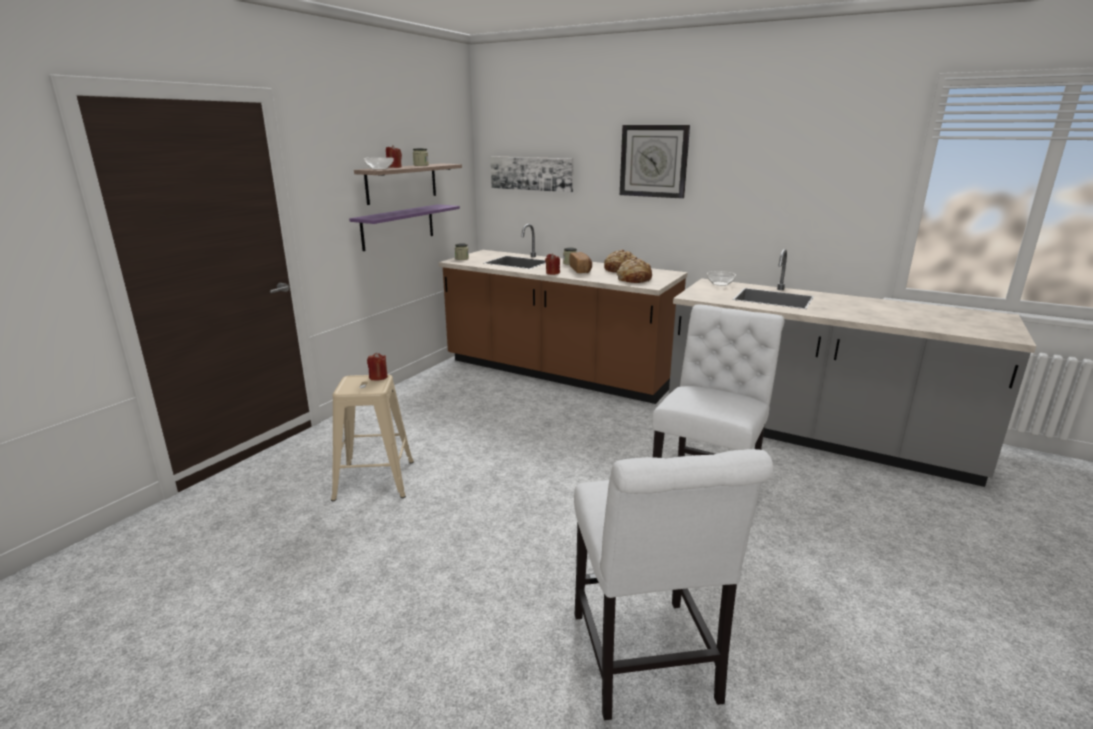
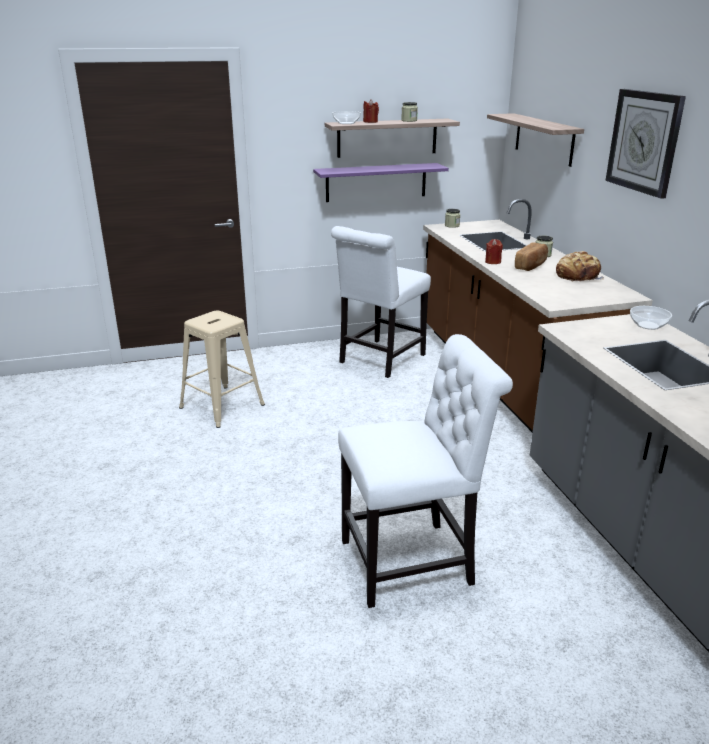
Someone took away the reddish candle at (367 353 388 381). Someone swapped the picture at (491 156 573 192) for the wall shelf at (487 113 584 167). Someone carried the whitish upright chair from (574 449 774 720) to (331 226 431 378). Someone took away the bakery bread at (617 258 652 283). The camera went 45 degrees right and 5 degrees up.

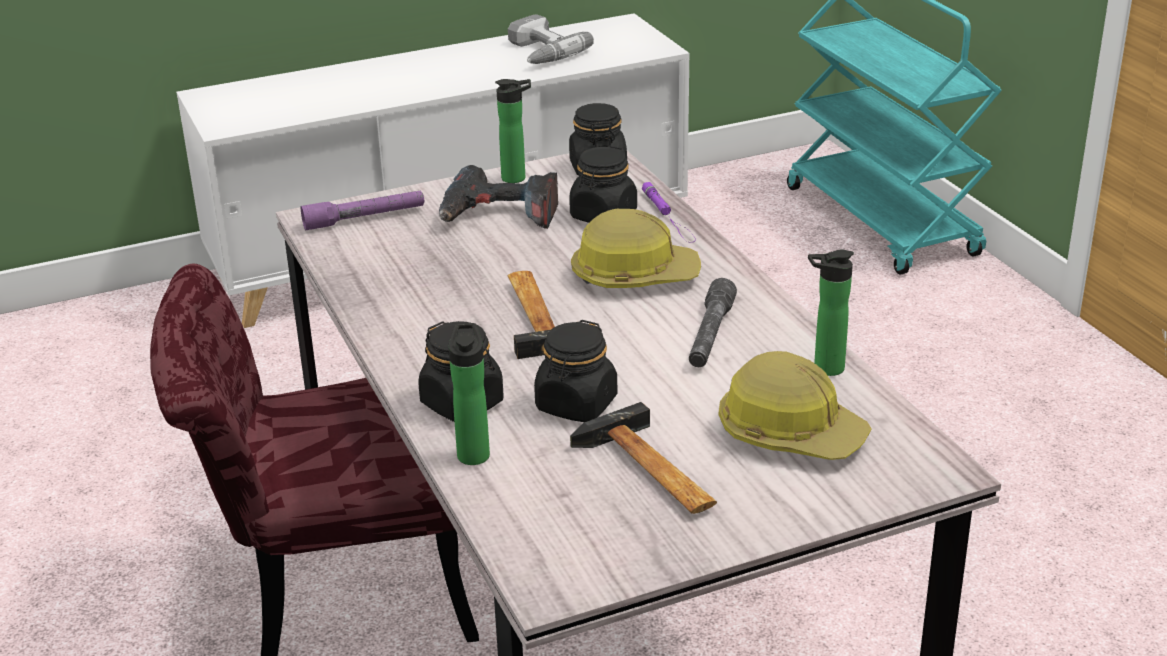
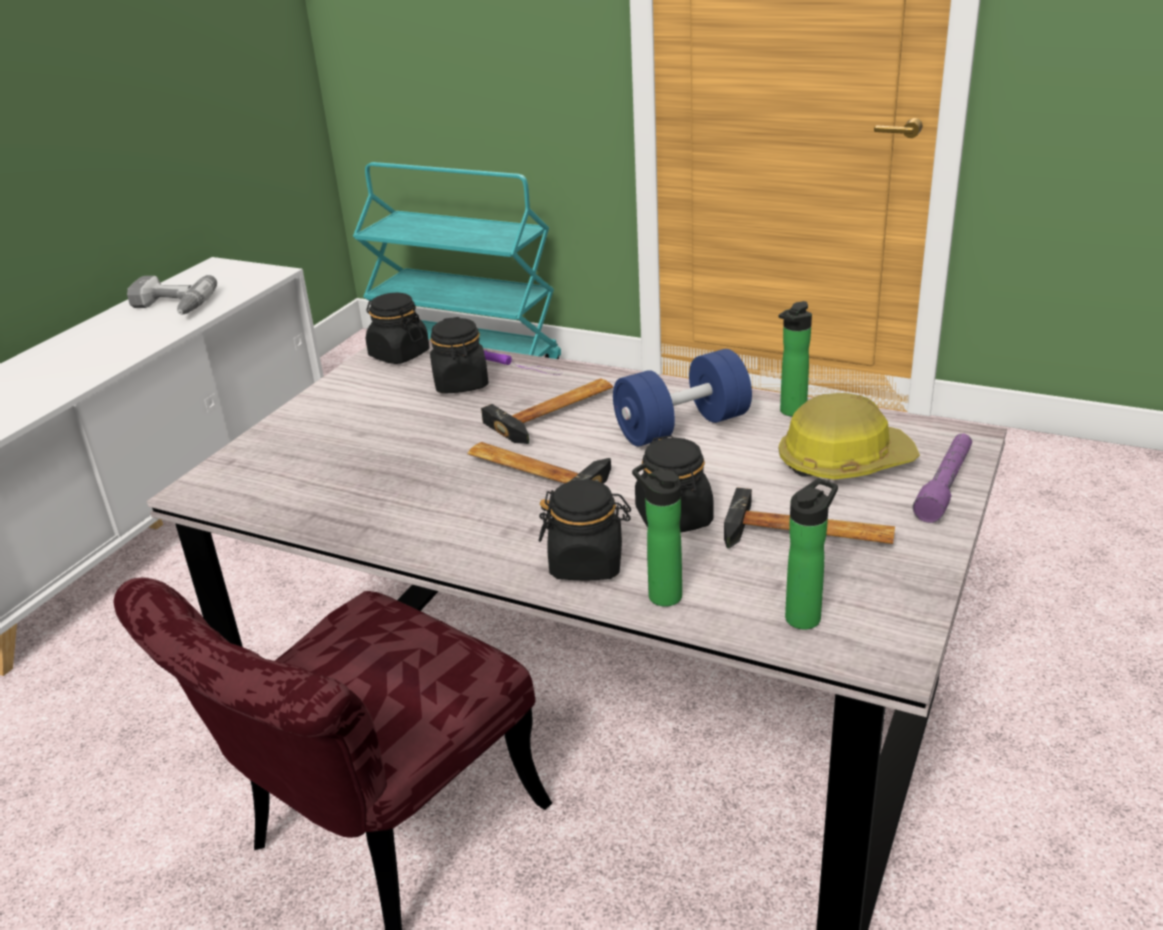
Someone carried the purplish flashlight from (301 191 425 230) to (913 433 972 523). Someone took away the power drill at (439 165 558 229). Someone carried the drink bottle from (495 79 531 183) to (785 478 838 629). Someone swapped the hard hat at (571 209 701 288) for the hand hammer at (481 379 613 444). Someone swapped the gray flashlight at (689 278 737 367) for the blue free weight at (613 349 752 447). The camera went 40 degrees left and 0 degrees up.

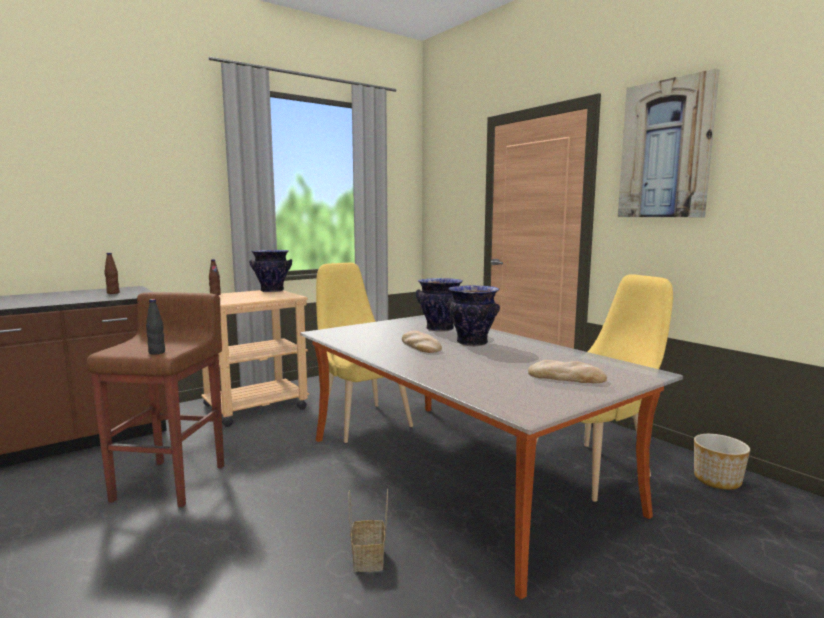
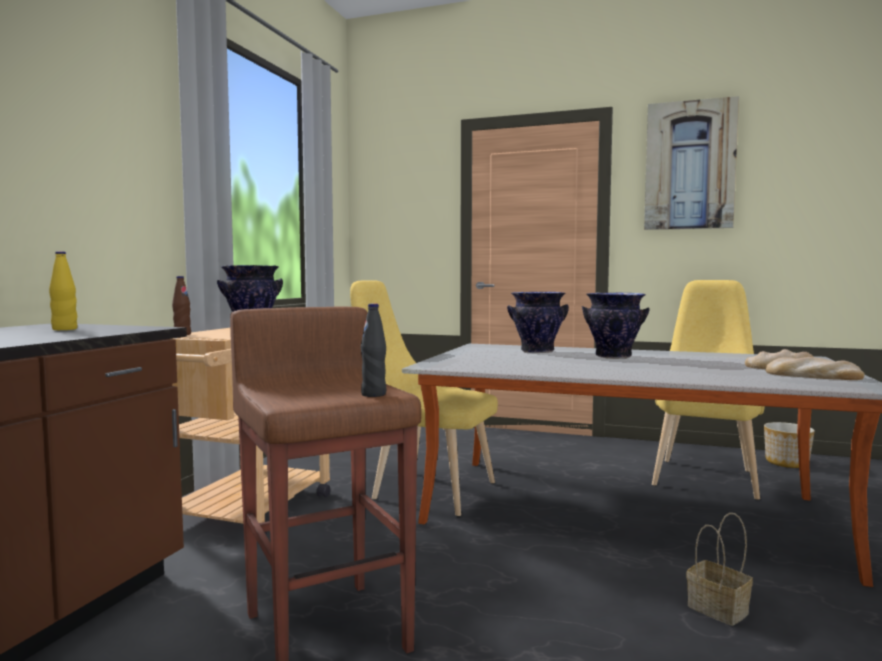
Someone repainted the brown-coloured drink bottle at (104 253 120 294), which became the yellow drink bottle at (49 251 77 330). Someone carried the bakery bread from (402 330 442 353) to (766 357 865 380). The camera went 35 degrees left and 5 degrees down.

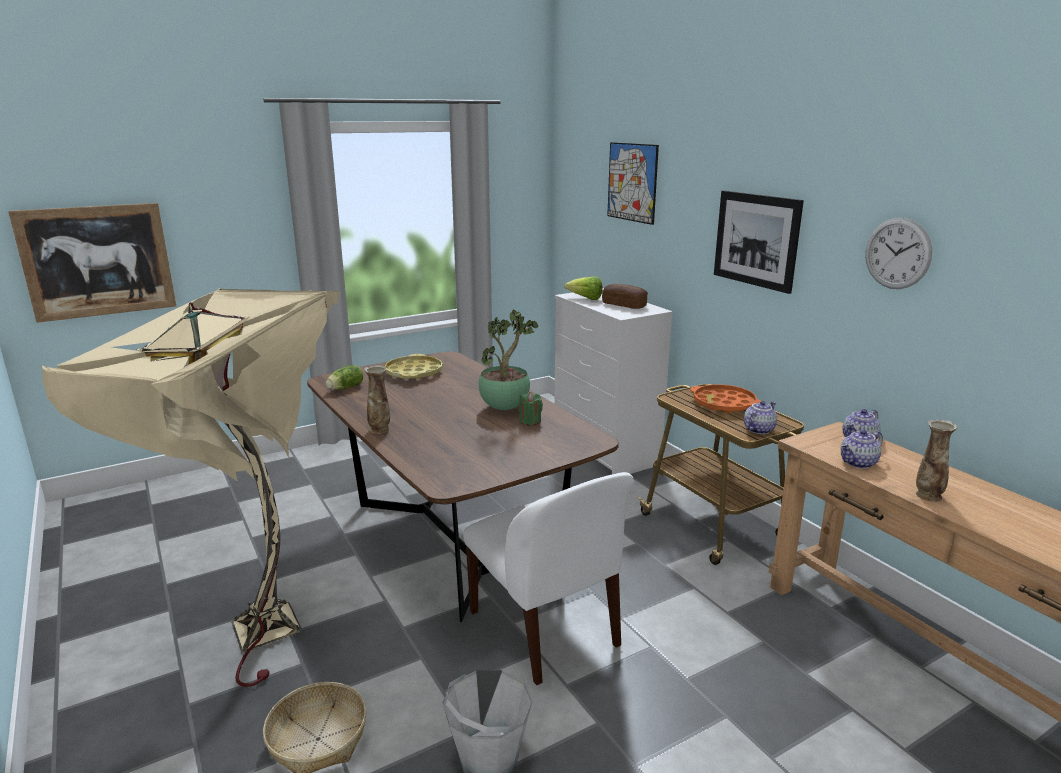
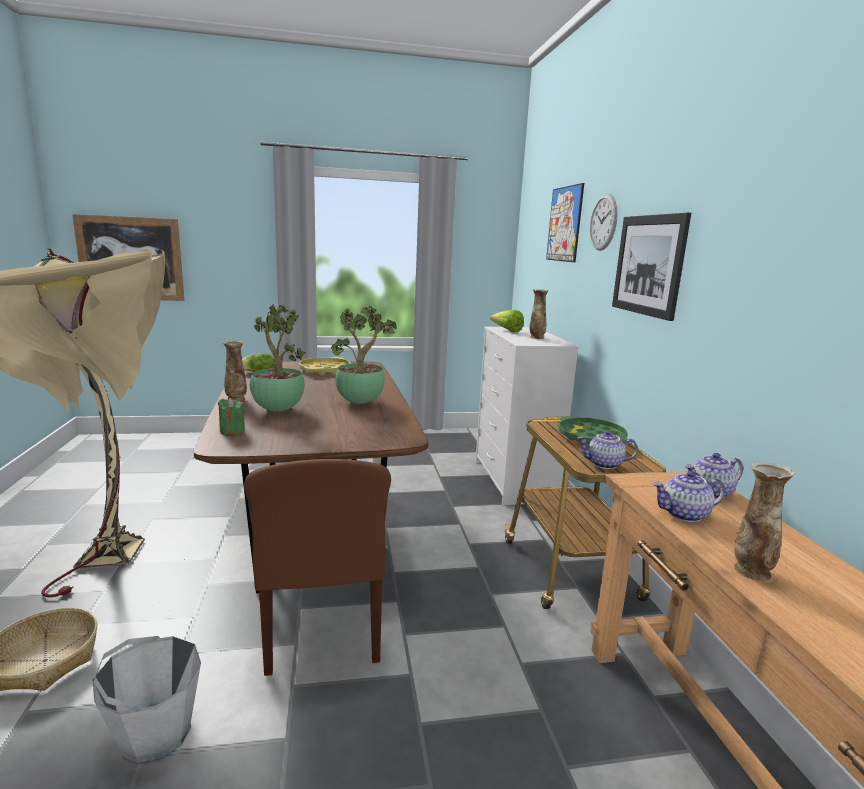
Someone repainted the whitish upright chair at (463 472 634 685), which became the brown-coloured upright chair at (244 459 391 676). Someone carried the green-coloured candle from (519 392 543 425) to (218 398 245 435). Someone swapped the bakery bread at (602 284 648 309) for the flower vase at (529 289 549 339). Someone repainted the orangey carrying tray at (690 384 760 413), which became the green-coloured carrying tray at (558 416 628 445). Someone rotated the pot for tea at (744 401 777 434) by 150 degrees counterclockwise. Someone carried the hanging clock from (865 218 932 289) to (590 194 618 251). Someone put down the plant in a pot at (250 304 306 412). The camera went 20 degrees right and 5 degrees down.

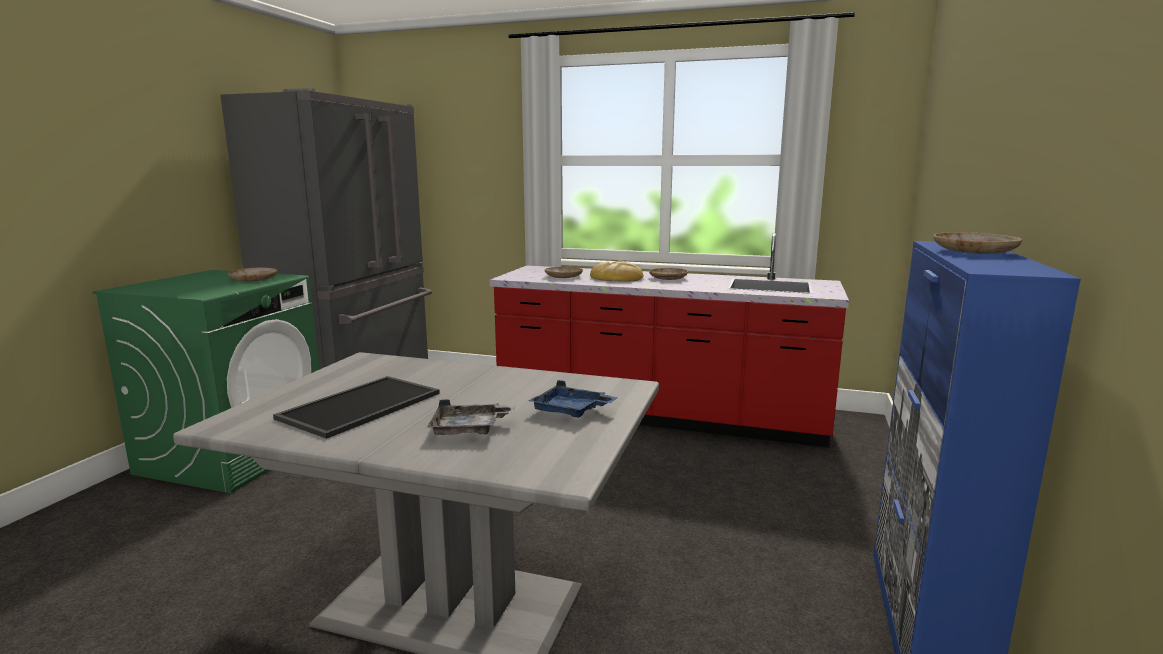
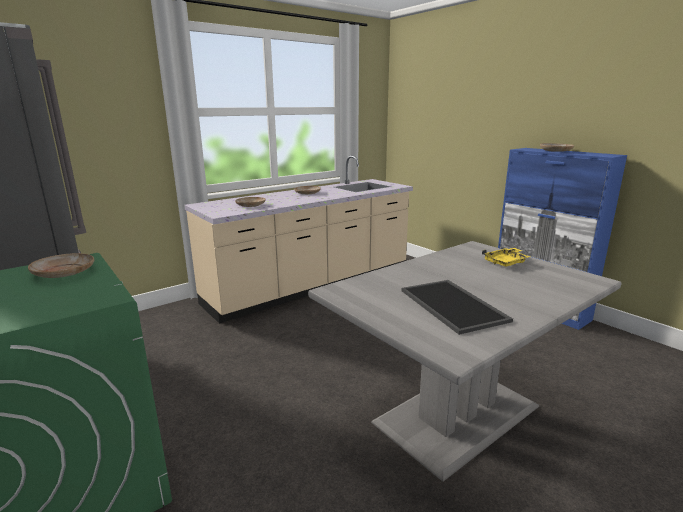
Someone took away the gray carrying tray at (427 399 516 435). Someone repainted the reddish kitchen counter at (490 233 849 448), which became the beige-coloured kitchen counter at (184 155 413 324). Someone repainted the blue carrying tray at (528 380 618 418), which became the yellow carrying tray at (482 248 530 266). Someone took away the bakery bread at (590 261 644 282). The camera went 55 degrees left and 5 degrees up.

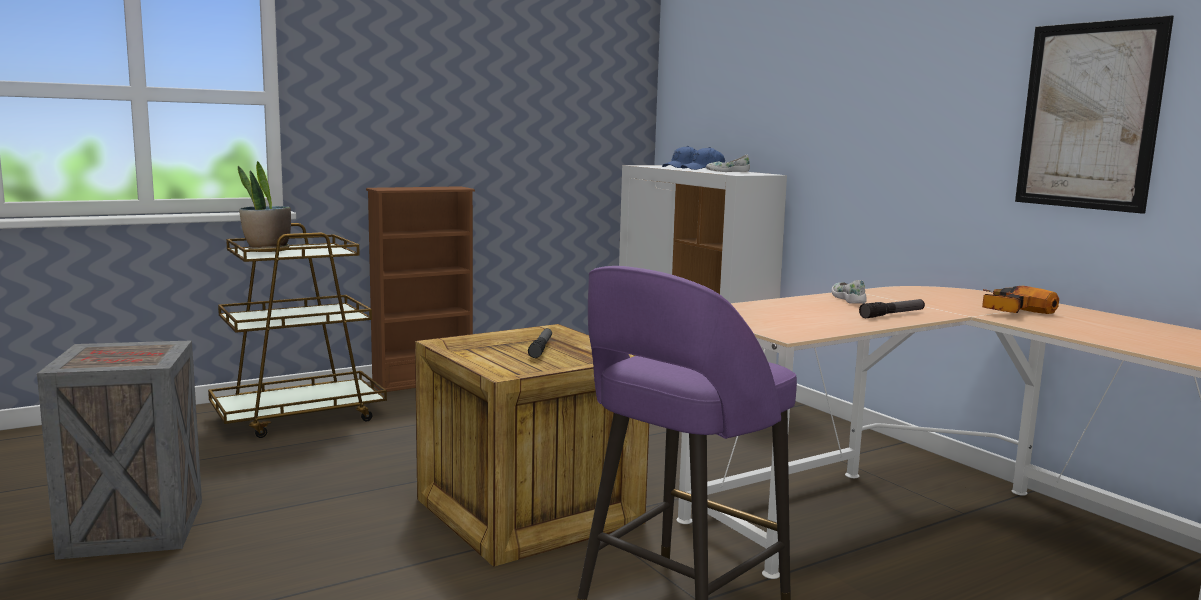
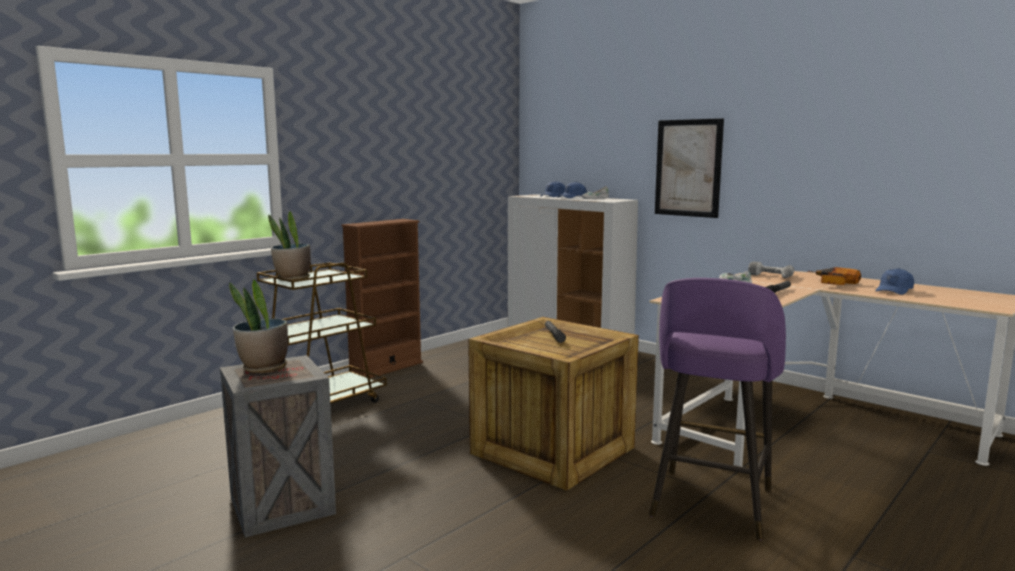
Someone carried the picture from (1015 15 1174 214) to (655 118 724 218). Someone put down the plant in a pot at (229 280 288 373). Someone put down the power drill at (748 262 794 278). Someone put down the blue baseball cap at (875 268 914 295). The camera went 15 degrees left and 0 degrees up.

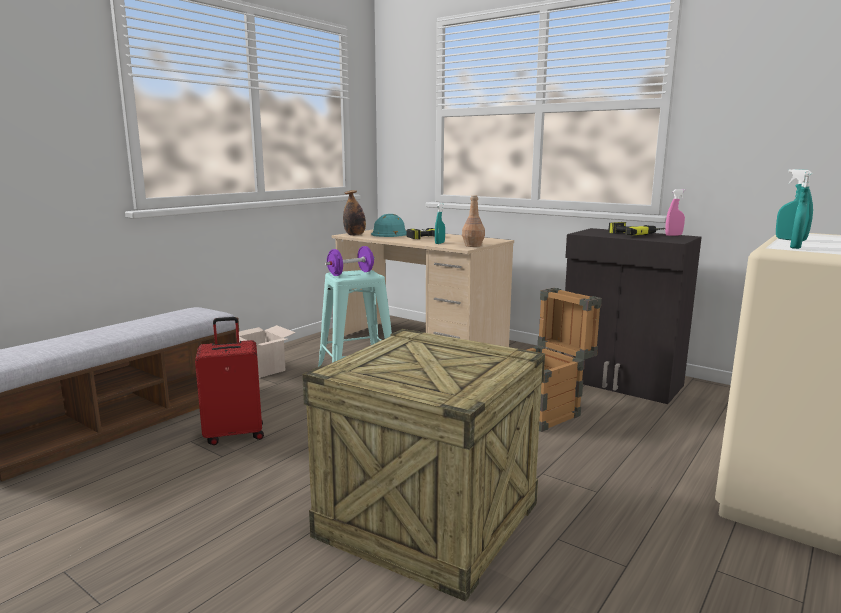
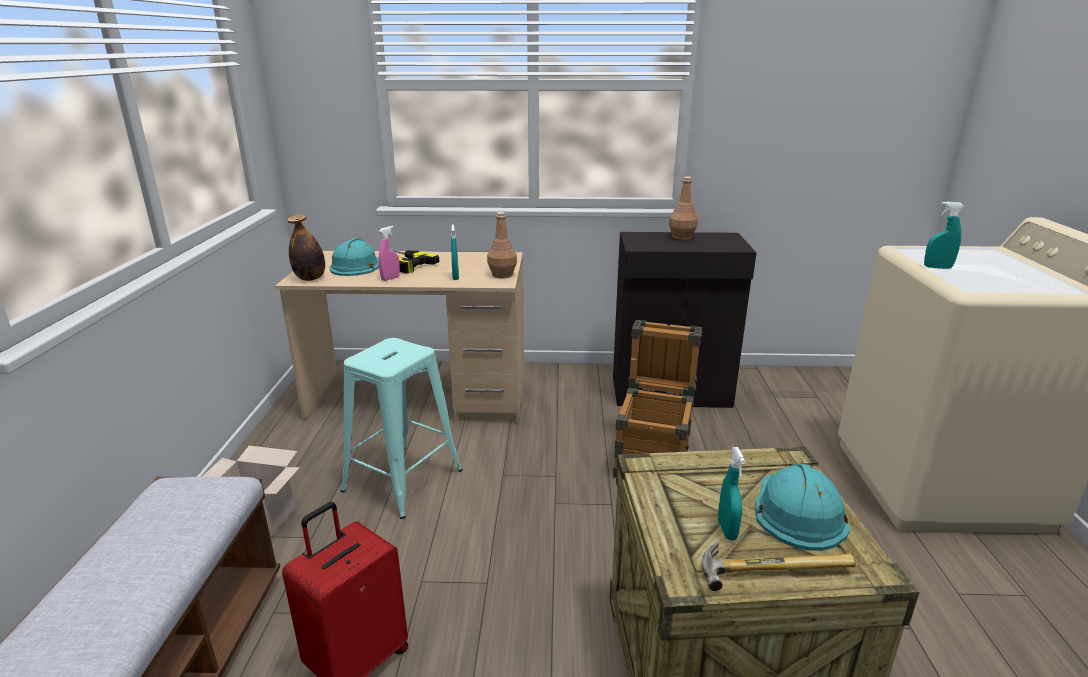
Someone took away the purplish free weight at (325 246 375 276). Someone swapped the power drill at (608 222 665 236) for the brown-coloured drink bottle at (669 176 698 240). Someone carried the pinkish hand sprayer from (665 189 686 236) to (378 226 400 281). Someone carried the turquoise hand sprayer from (790 171 810 249) to (718 447 745 541). Someone put down the hand hammer at (702 541 856 591). Someone put down the turquoise hard hat at (755 464 850 551). The camera went 35 degrees left and 10 degrees up.

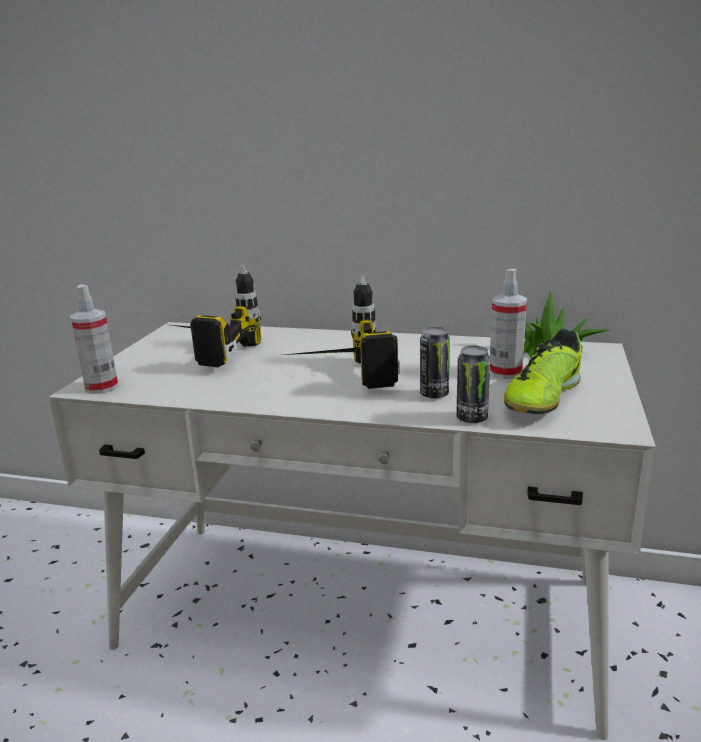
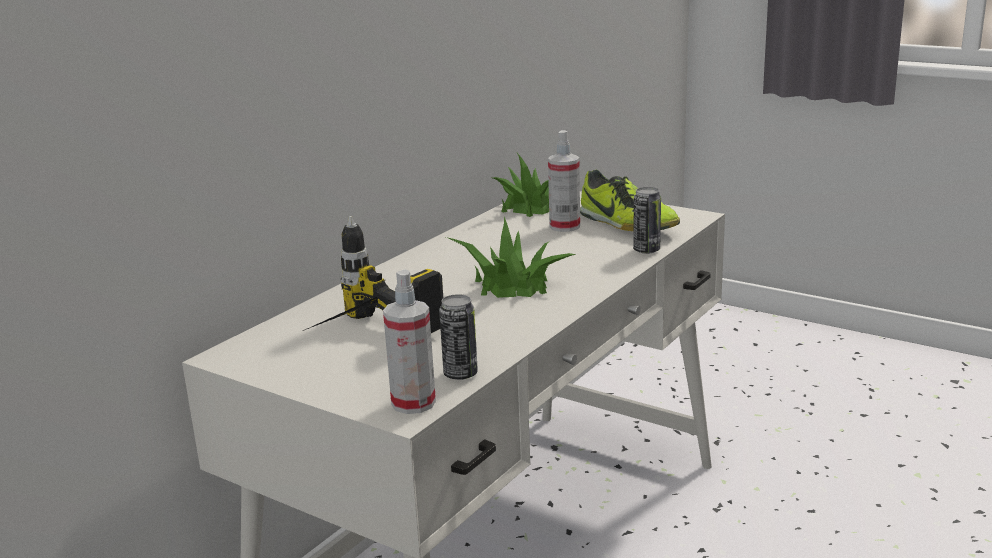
Someone swapped the power drill at (284 276 400 389) for the plant in a pot at (446 217 576 298). Someone carried the metal can from (420 327 450 399) to (439 294 478 380). The camera went 70 degrees left and 0 degrees up.

